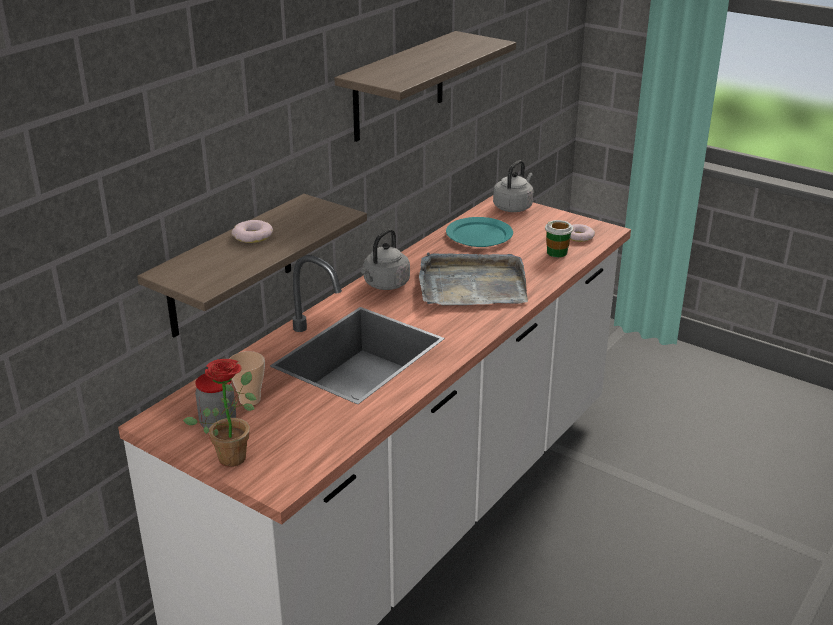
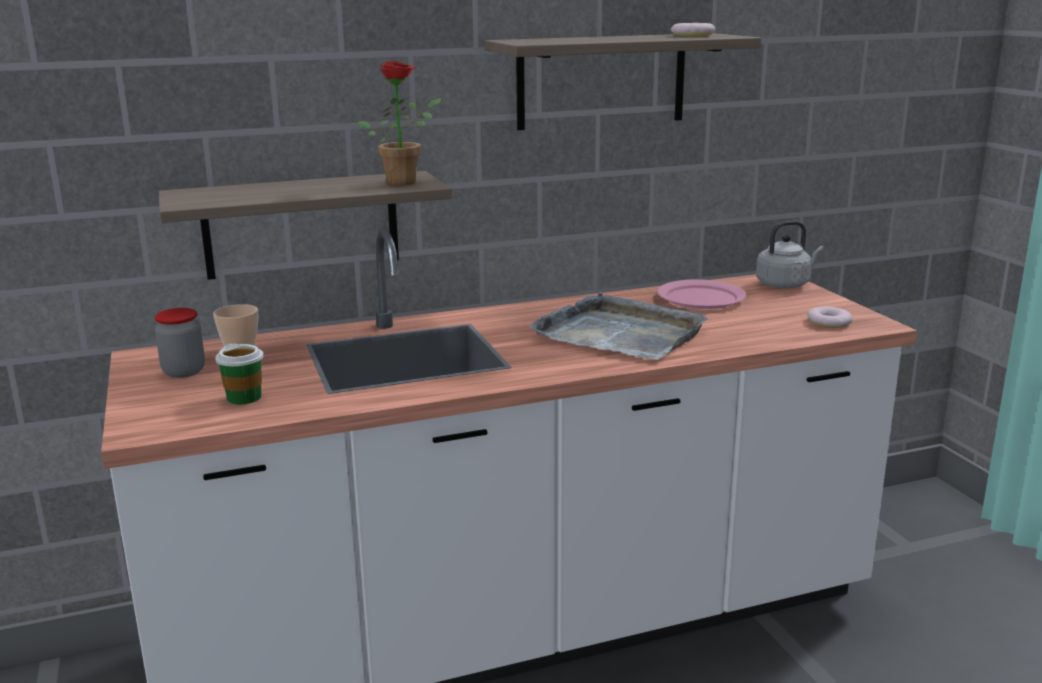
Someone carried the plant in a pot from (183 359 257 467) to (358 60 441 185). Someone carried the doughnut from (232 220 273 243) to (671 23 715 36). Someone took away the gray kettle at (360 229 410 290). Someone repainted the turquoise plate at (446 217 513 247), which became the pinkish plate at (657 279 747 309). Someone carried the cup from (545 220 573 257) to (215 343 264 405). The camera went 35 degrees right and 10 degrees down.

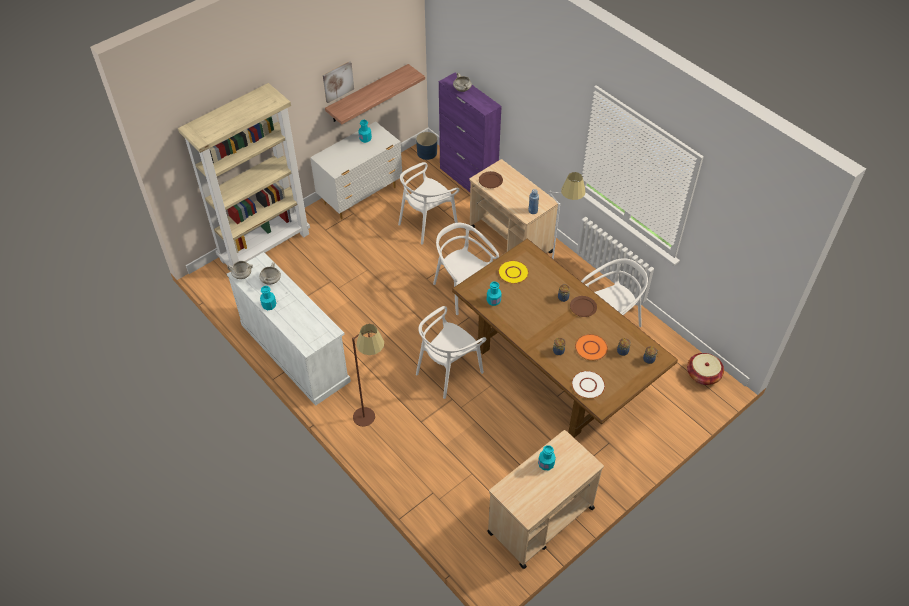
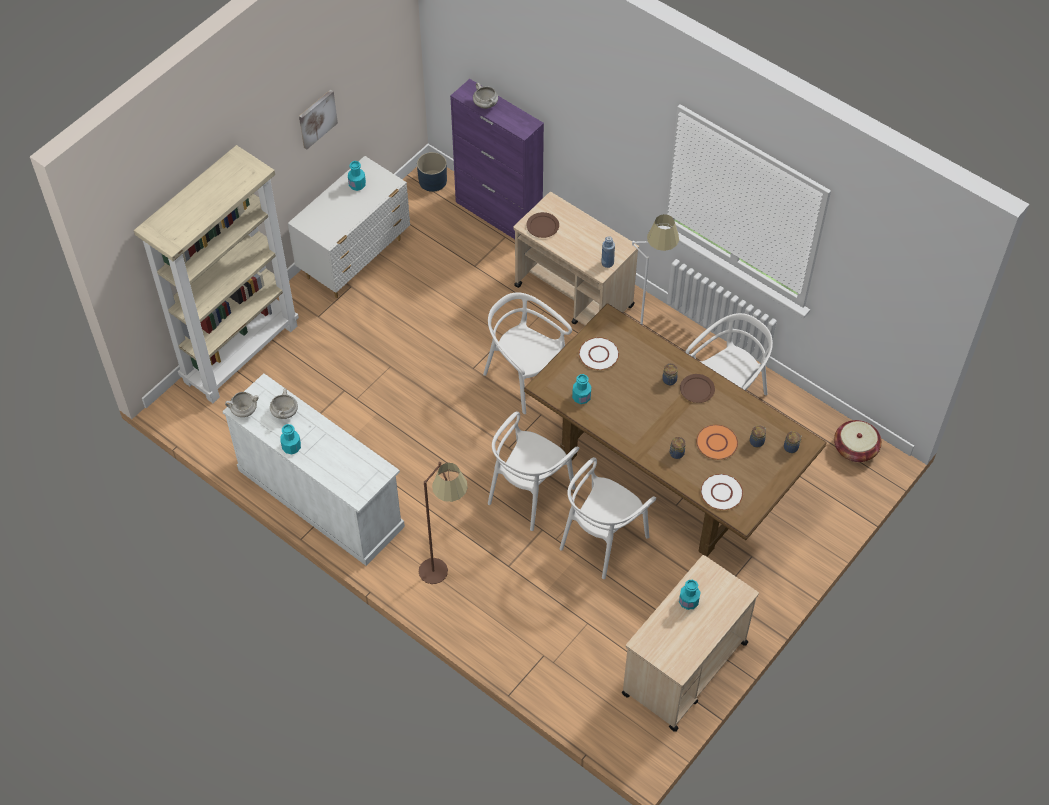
Someone took away the wall shelf at (325 64 425 125). Someone carried the whitish upright chair from (398 162 460 245) to (560 457 656 579). Someone repainted the yellow plate at (498 260 529 284), which became the whitish plate at (579 337 619 370). The camera went 10 degrees left and 5 degrees up.

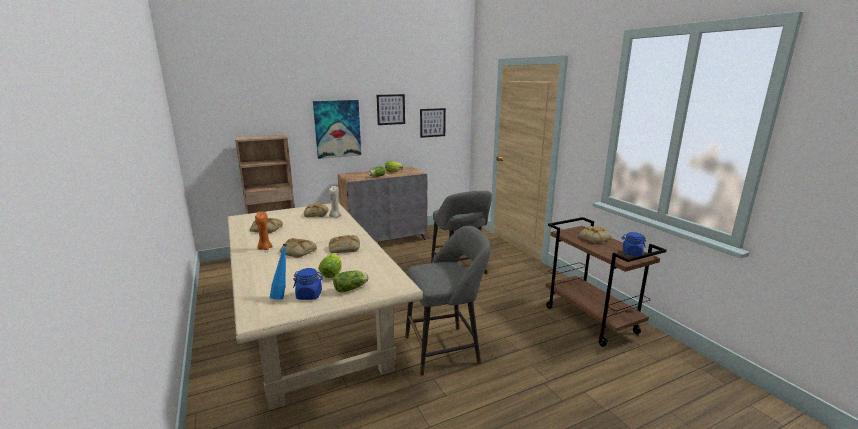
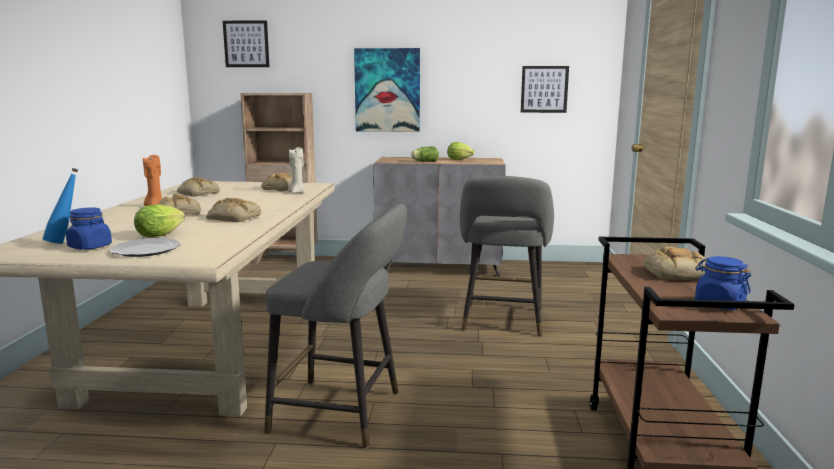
Someone swapped the head of lettuce at (333 270 369 293) for the plate at (110 238 181 257). Someone carried the picture from (377 94 405 125) to (223 20 269 67). The camera went 30 degrees right and 5 degrees down.

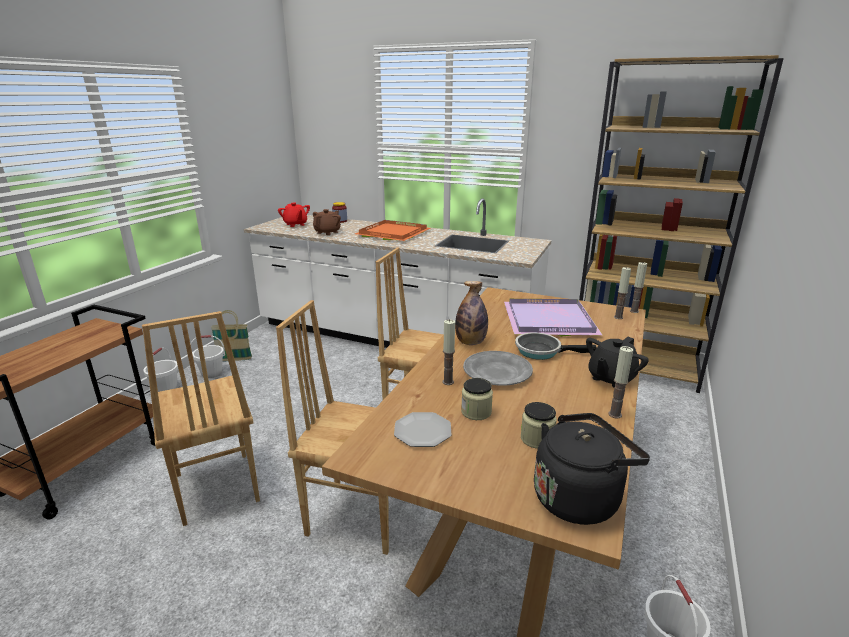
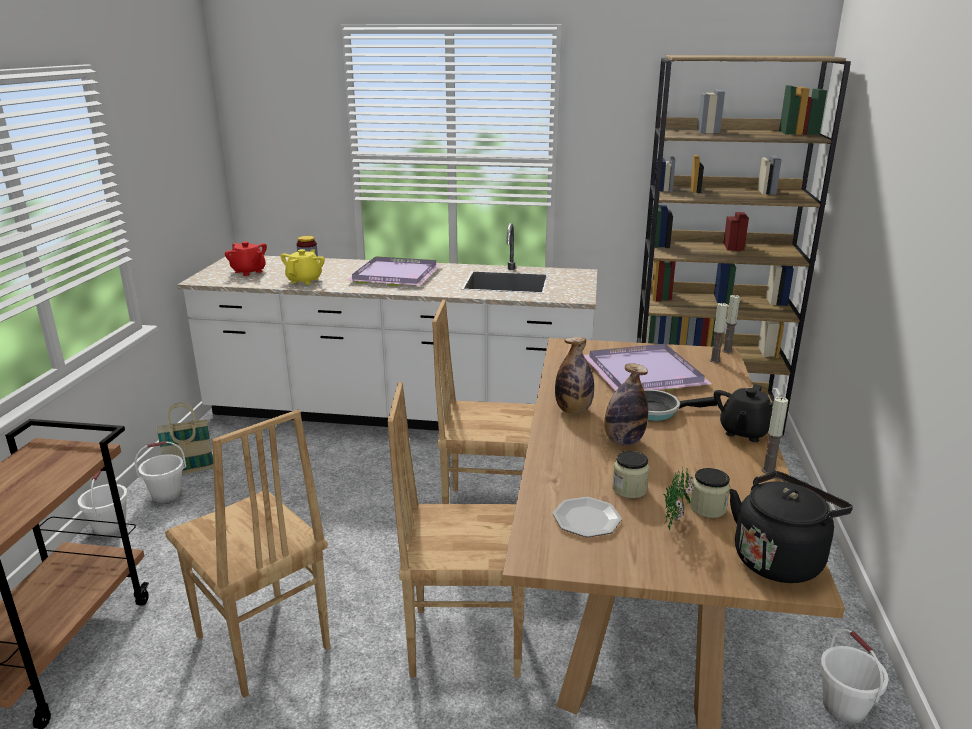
Someone repainted the brown-coloured pot for tea at (313 209 341 235), which became the yellow pot for tea at (281 249 325 285). Someone repainted the orangey carrying tray at (355 220 431 241), which became the purplish carrying tray at (346 256 441 286). Someone took away the candle at (443 319 455 385). Someone swapped the gray plate at (463 351 533 386) for the drink bottle at (604 363 648 445). Someone put down the plant in a pot at (663 467 695 532). The camera went 15 degrees left and 0 degrees up.

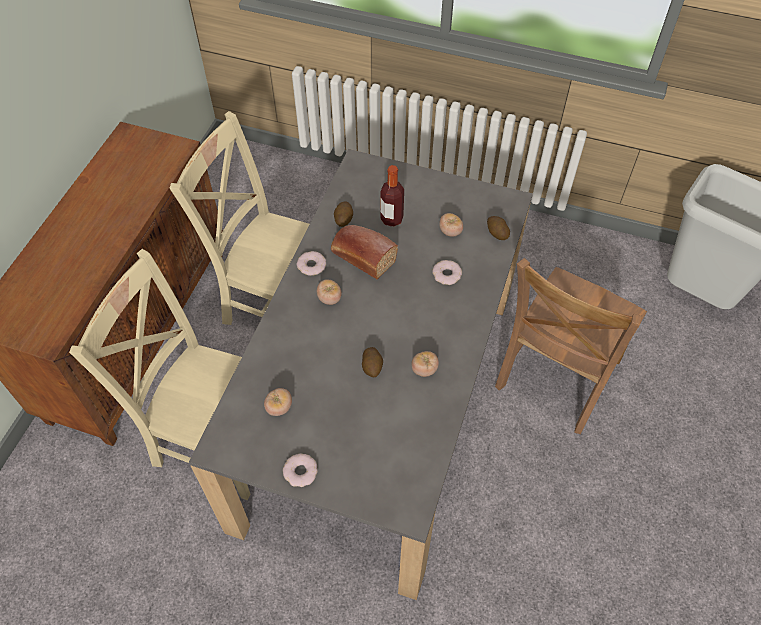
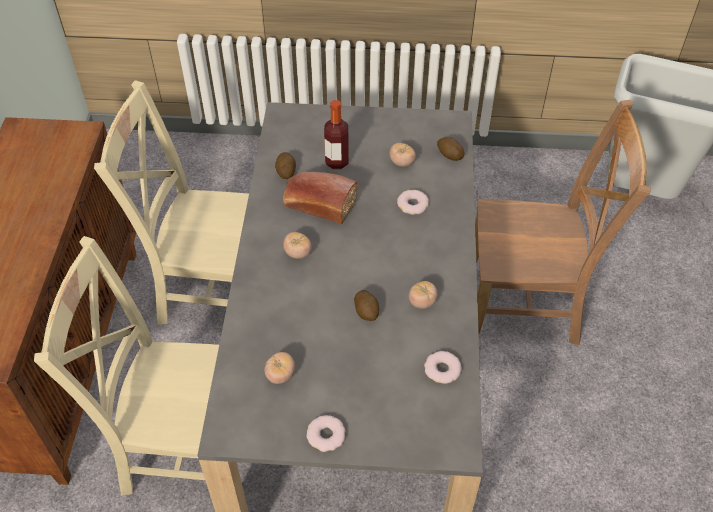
Someone carried the doughnut from (297 251 326 276) to (424 351 462 384). Someone rotated the brown-coloured upright chair at (495 258 647 434) by 105 degrees counterclockwise. The camera went 15 degrees left and 5 degrees down.

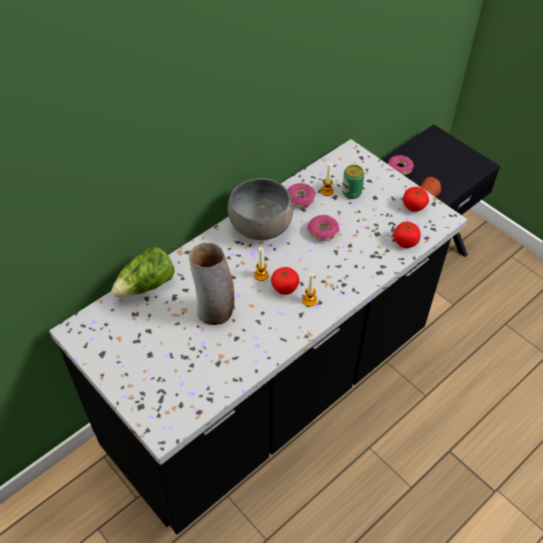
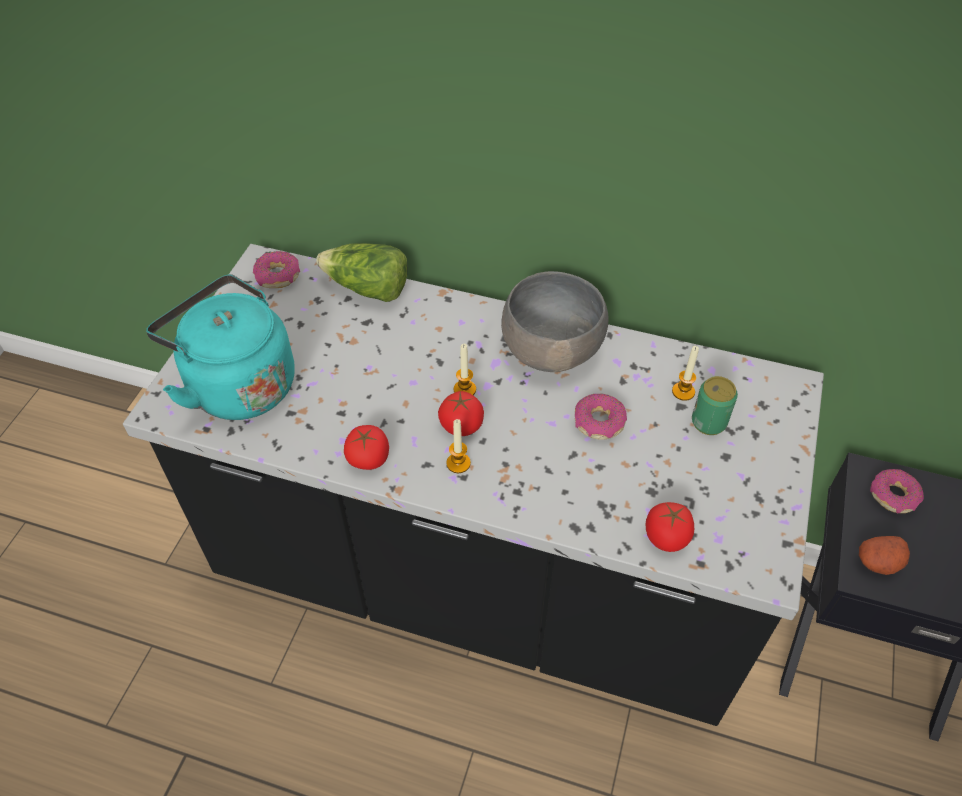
Someone took away the flower vase at (189 243 234 325). Someone carried the doughnut from (287 183 316 208) to (253 251 300 288). Someone carried the tomato from (403 187 429 212) to (344 425 389 470). Someone put down the turquoise kettle at (146 274 295 420). The camera went 60 degrees right and 0 degrees up.

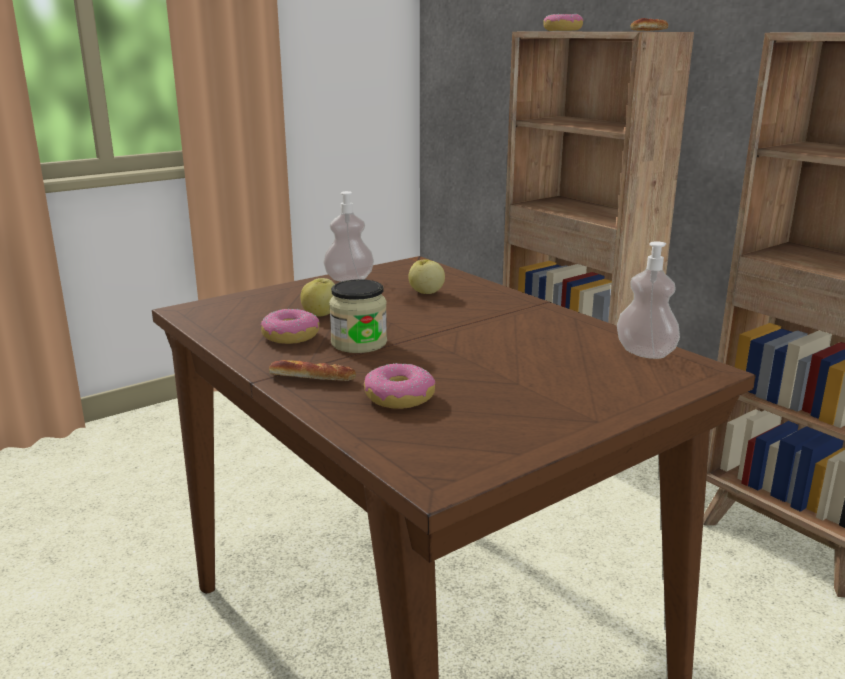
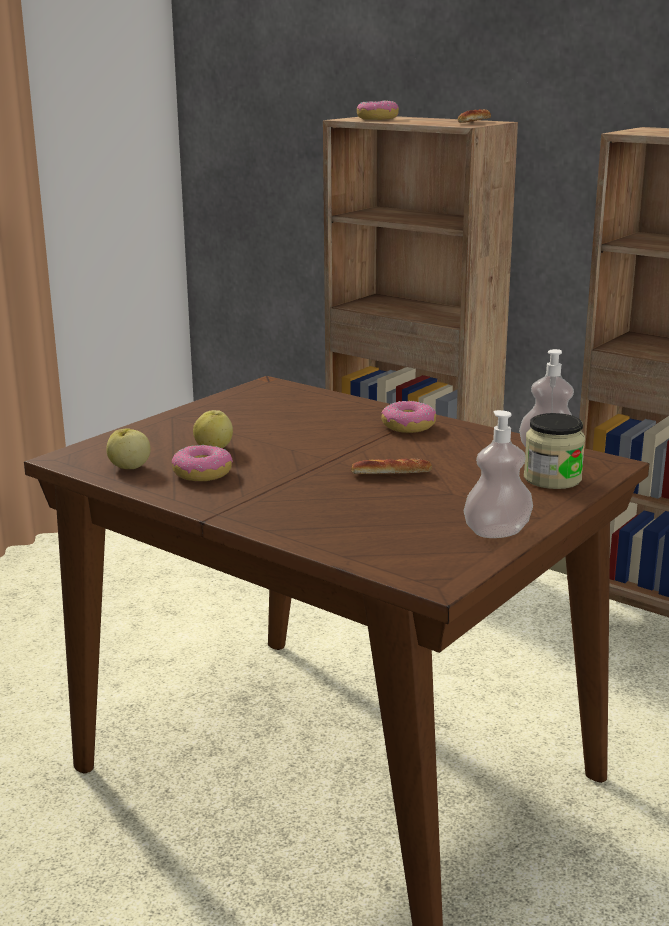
Someone carried the bakery bread from (269 360 356 381) to (351 458 432 474). Someone carried the liquid soap bottle from (323 191 374 282) to (464 410 533 538). Someone carried the jar from (329 279 387 353) to (524 413 585 489). Someone carried the doughnut from (364 363 436 409) to (381 401 436 433). Someone carried the whole apple from (408 259 445 294) to (106 428 151 469). The camera went 15 degrees left and 0 degrees up.

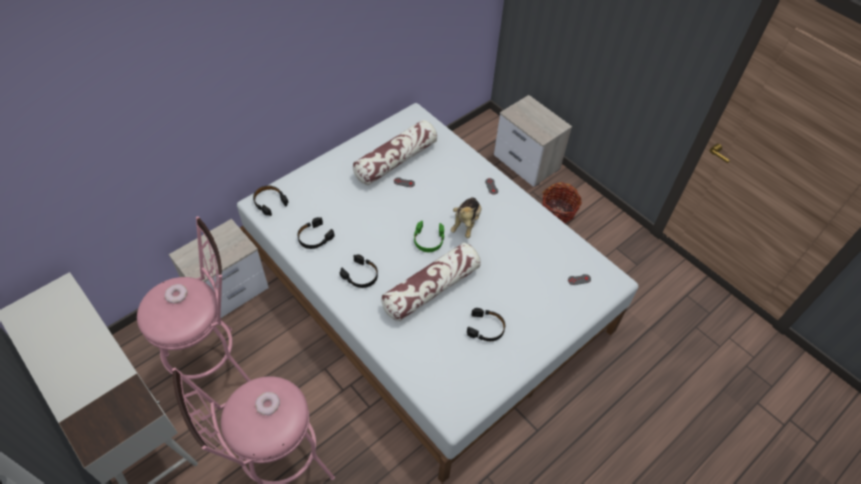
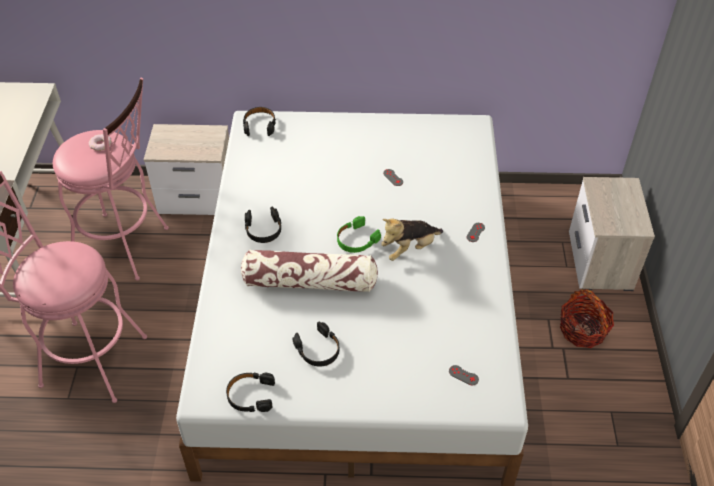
Someone took away the doughnut at (255 392 280 415). Someone carried the black headset from (297 217 335 249) to (226 373 275 412). Someone took away the throw pillow at (353 120 437 185). The camera went 45 degrees right and 5 degrees down.

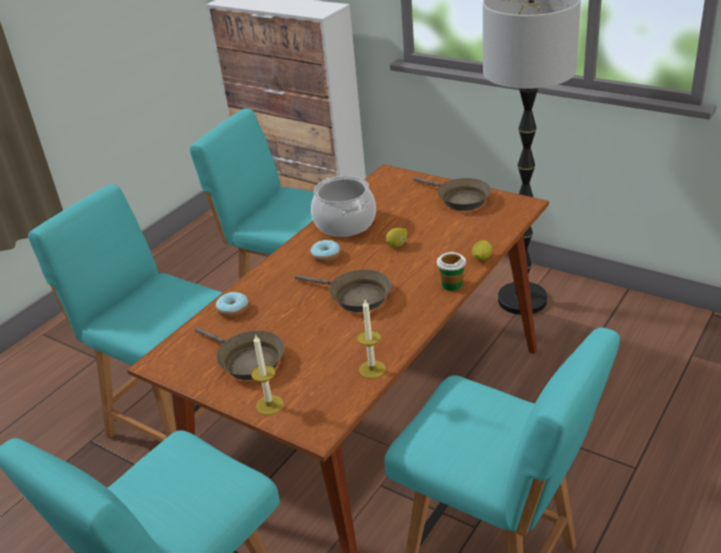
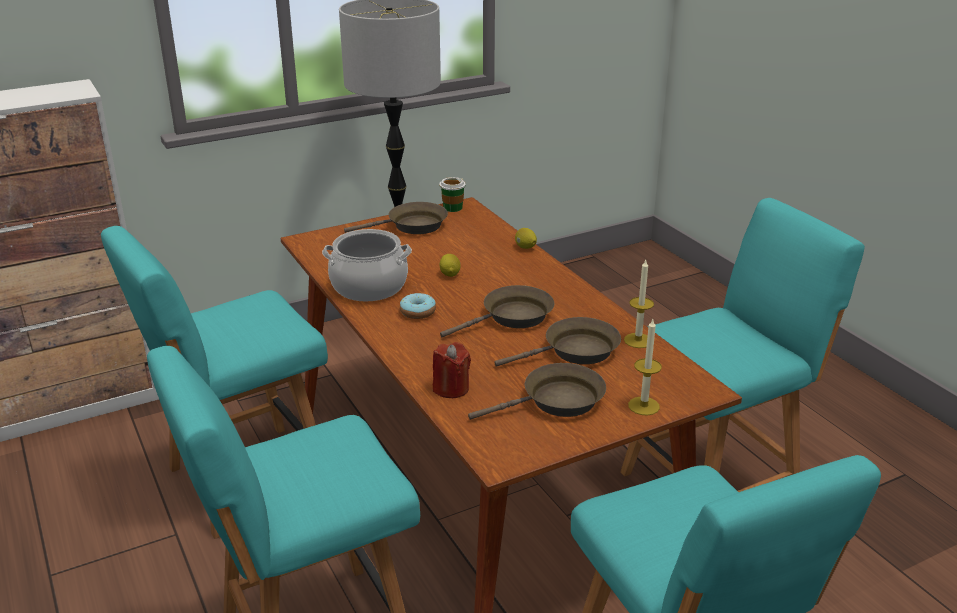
Someone swapped the doughnut at (216 292 248 317) for the reddish candle at (433 342 471 398). Someone carried the cup from (437 252 466 291) to (439 177 466 212). Someone put down the brown-coloured frying pan at (494 317 621 367). The camera went 65 degrees left and 5 degrees down.

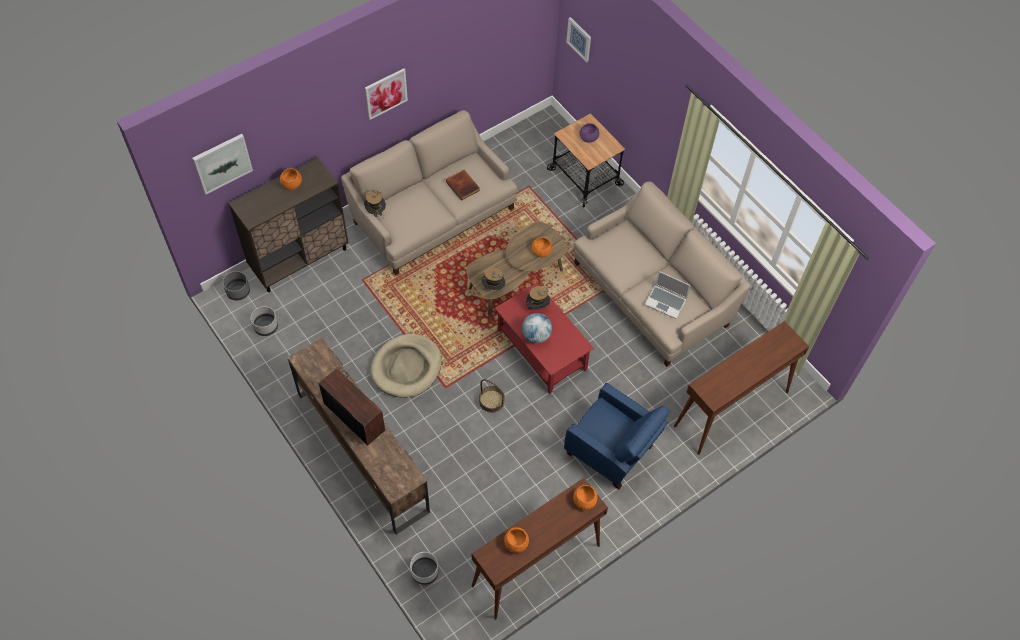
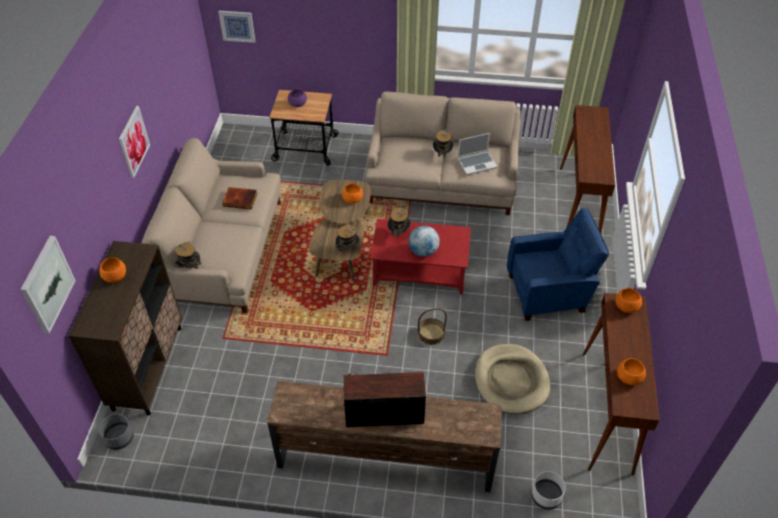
Someone took away the gray planter at (251 306 278 336). Someone carried the beige-coloured dog bed from (371 333 442 398) to (475 344 550 414). Someone put down the hat at (433 130 454 157). The camera went 45 degrees left and 10 degrees down.

